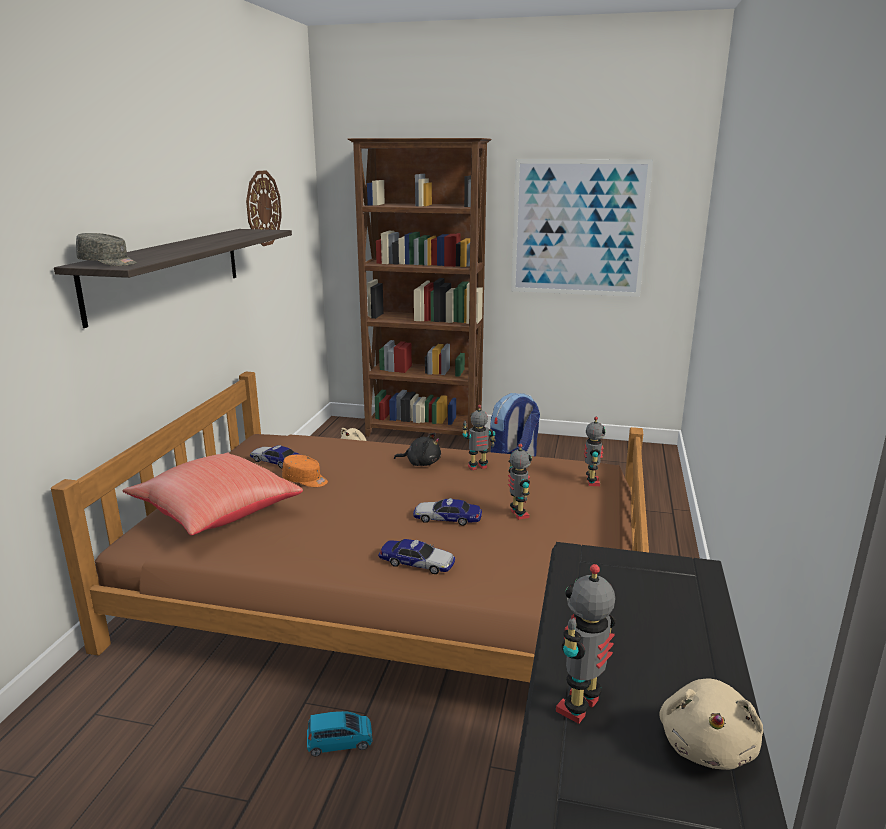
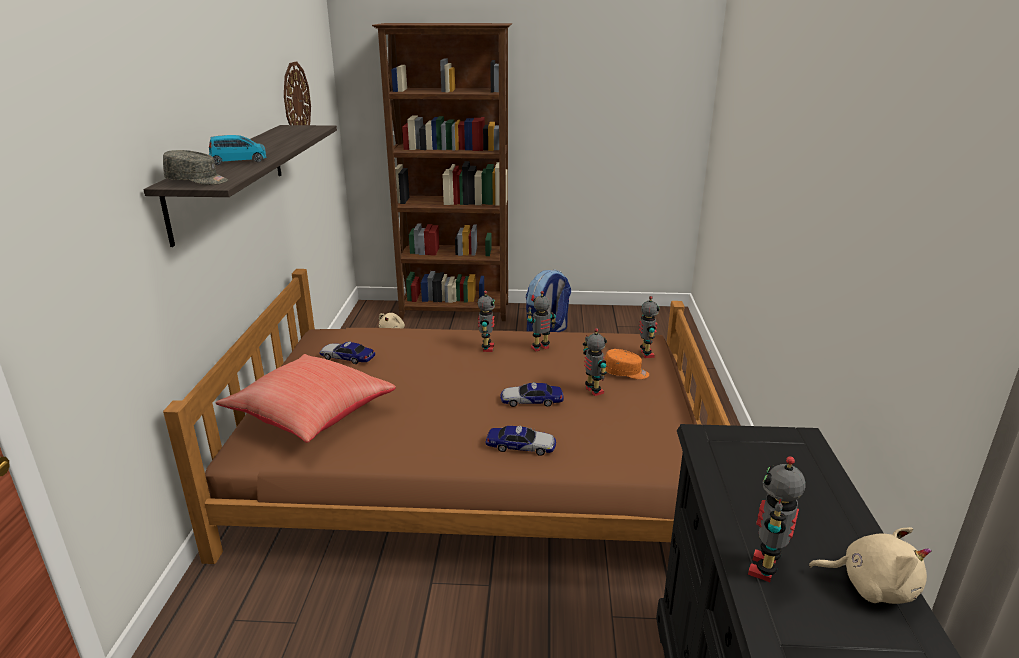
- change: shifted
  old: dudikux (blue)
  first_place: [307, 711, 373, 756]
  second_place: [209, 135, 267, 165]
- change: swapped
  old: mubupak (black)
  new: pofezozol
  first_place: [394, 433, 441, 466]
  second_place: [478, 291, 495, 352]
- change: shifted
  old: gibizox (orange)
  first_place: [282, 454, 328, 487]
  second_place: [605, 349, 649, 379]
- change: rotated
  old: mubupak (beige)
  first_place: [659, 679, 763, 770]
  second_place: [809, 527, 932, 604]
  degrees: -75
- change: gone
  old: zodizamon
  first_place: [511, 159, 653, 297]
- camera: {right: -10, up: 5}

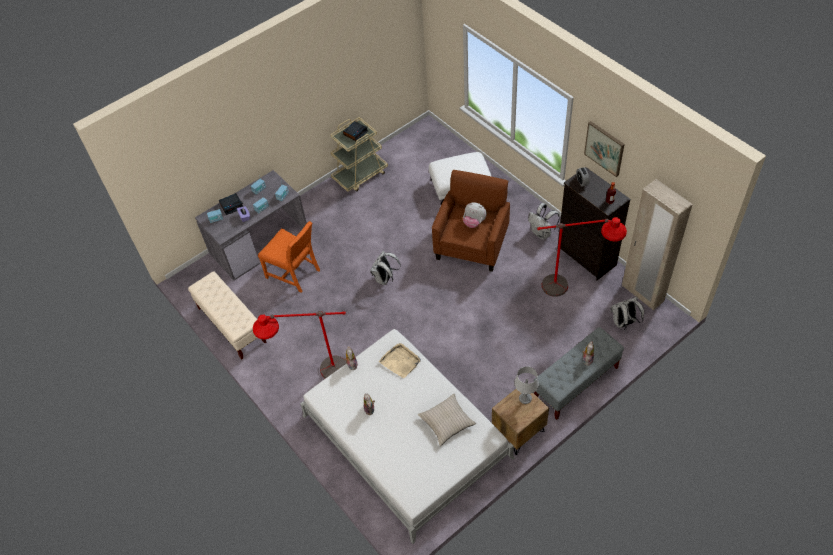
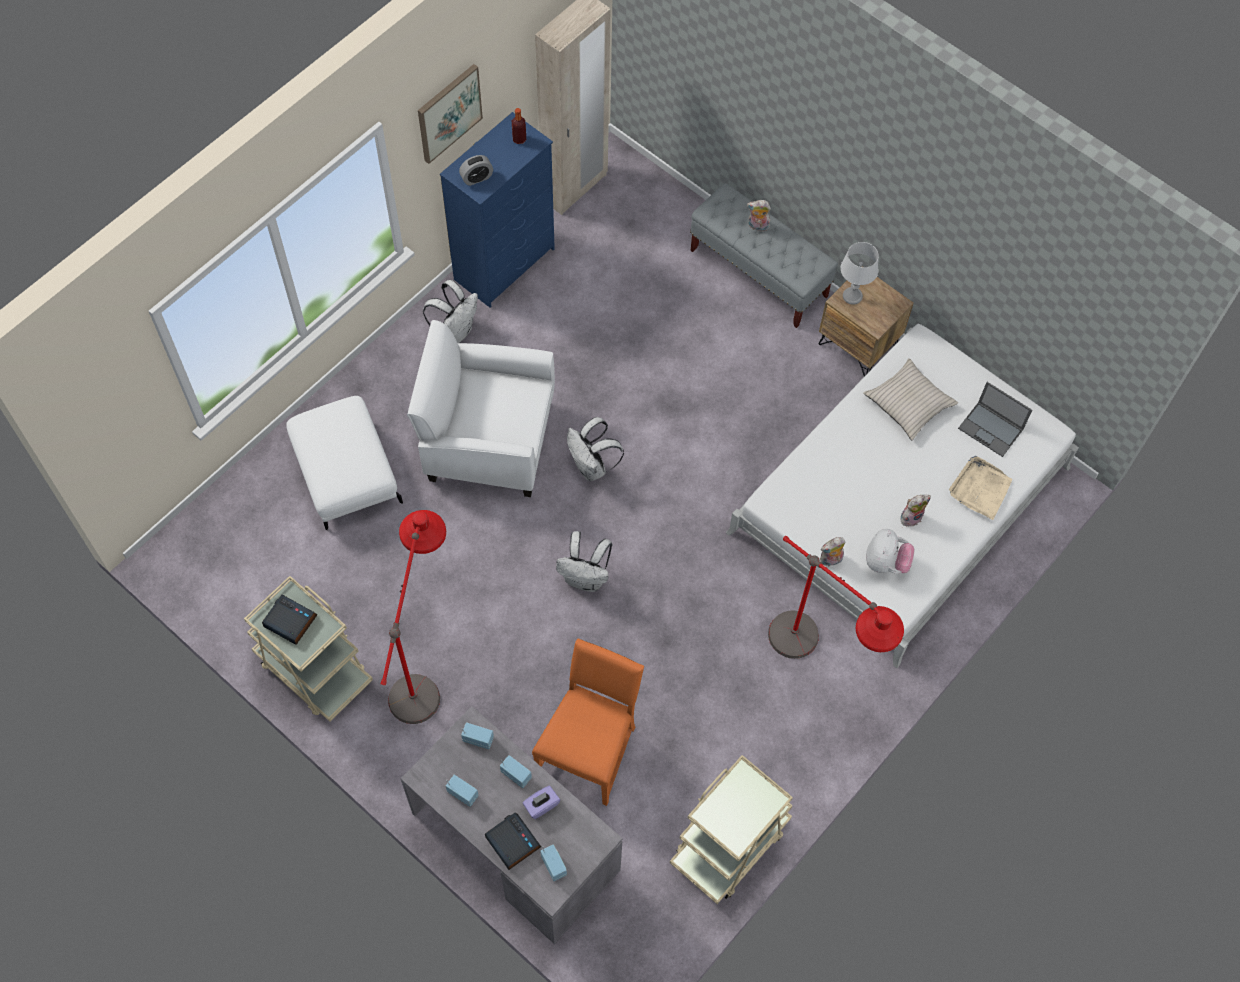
- change: shifted
  old: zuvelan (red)
  first_place: [537, 217, 627, 297]
  second_place: [381, 510, 446, 724]
- change: repainted
  old: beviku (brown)
  new: beviku (white)
  first_place: [432, 170, 510, 272]
  second_place: [407, 320, 555, 497]
- change: repainted
  old: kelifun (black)
  new: kelifun (blue)
  first_place: [557, 167, 631, 280]
  second_place: [440, 112, 555, 308]
- change: shifted
  old: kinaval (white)
  first_place: [611, 297, 644, 330]
  second_place: [567, 417, 624, 481]
- change: swapped
  old: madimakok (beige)
  new: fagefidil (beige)
  first_place: [188, 272, 267, 360]
  second_place: [670, 755, 793, 904]
- change: shifted
  old: mubupak
  first_place: [463, 202, 487, 228]
  second_place: [866, 529, 915, 574]
- change: shifted
  old: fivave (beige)
  first_place: [379, 343, 421, 378]
  second_place: [949, 456, 1012, 520]
- change: new
  new: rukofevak
  second_place: [958, 382, 1032, 457]
- camera: {right: -105, up: 10}

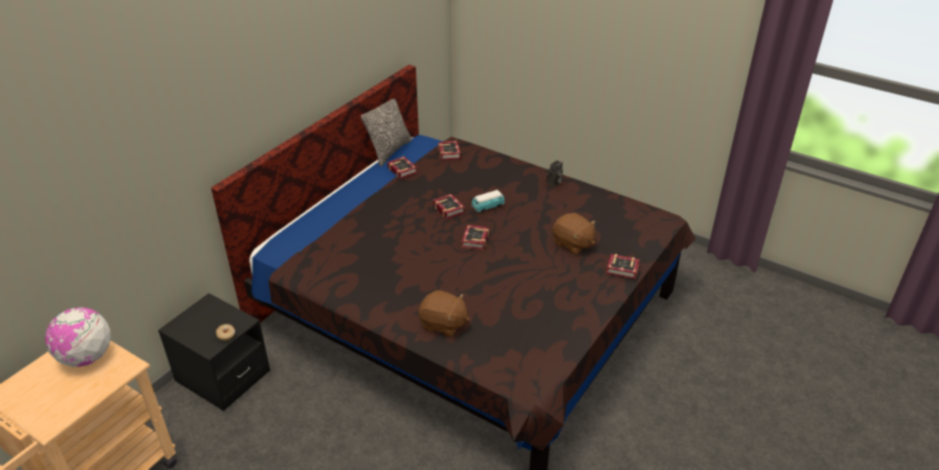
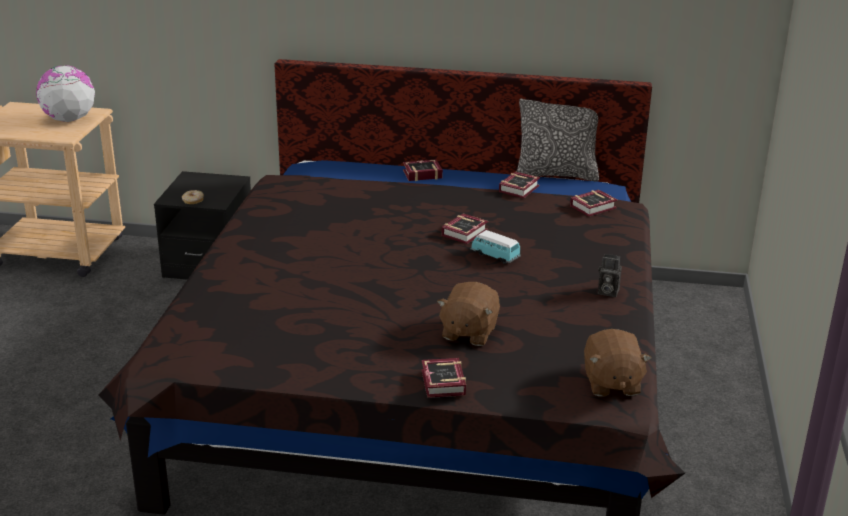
- change: shifted
  old: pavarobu
  first_place: [462, 225, 489, 250]
  second_place: [403, 160, 443, 181]
- change: shifted
  old: mubupak (brown)
  first_place: [419, 290, 470, 337]
  second_place: [584, 329, 651, 397]
- camera: {right: 65, up: -10}

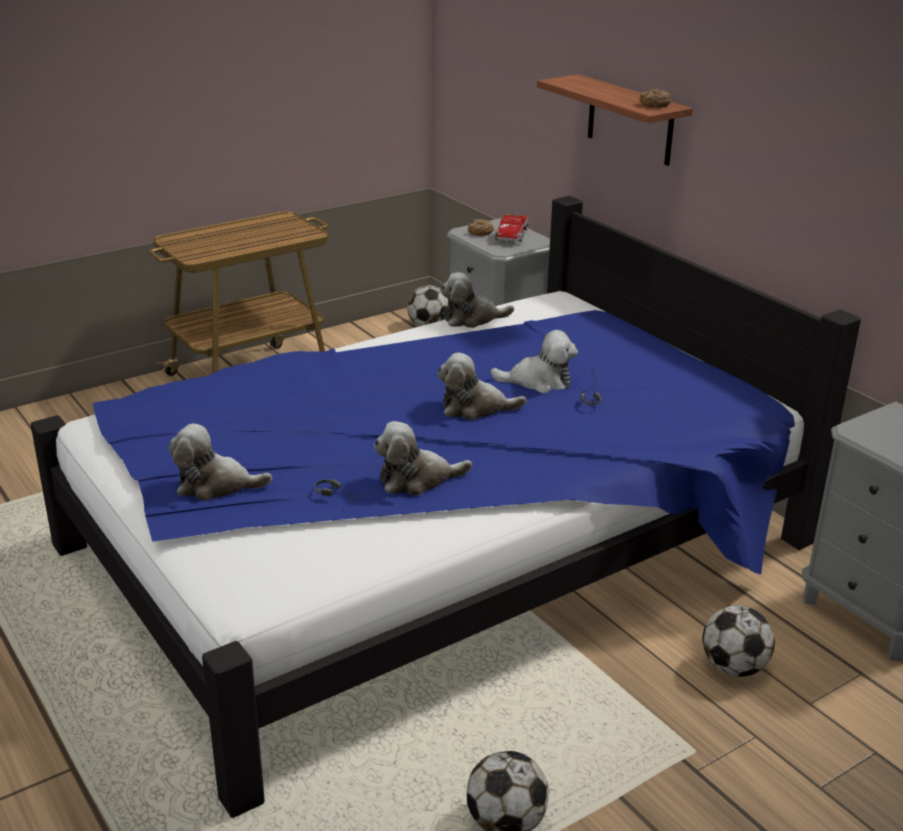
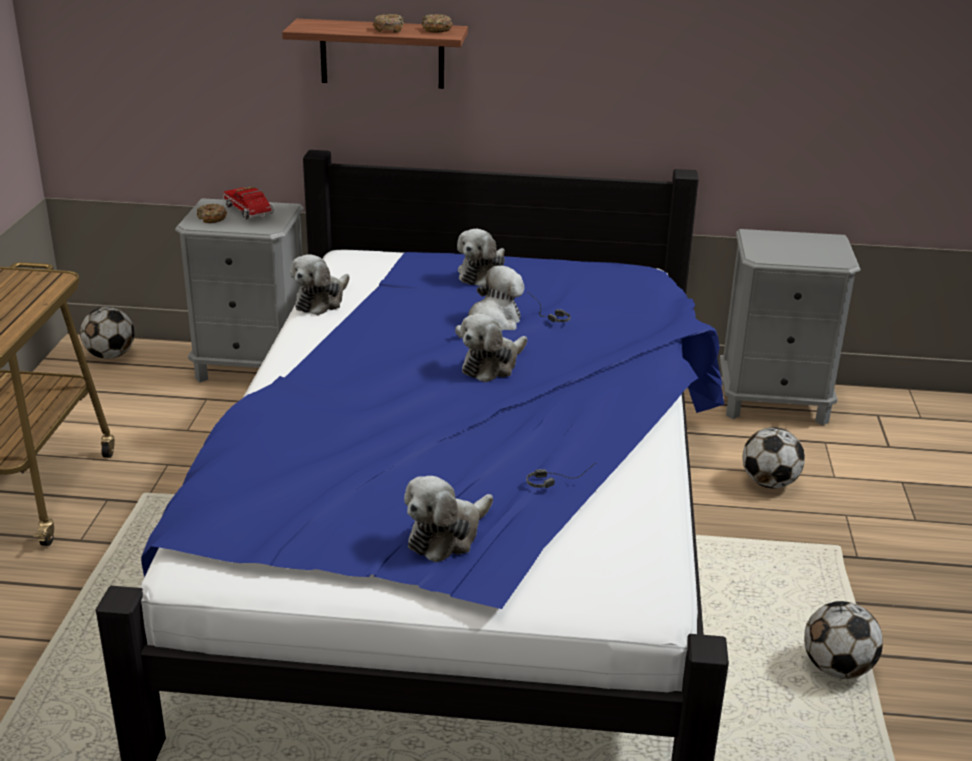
- change: new
  new: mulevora
  second_place: [373, 14, 404, 33]
- change: shifted
  old: mubupak
  first_place: [374, 421, 472, 495]
  second_place: [457, 229, 505, 287]
- camera: {right: -50, up: 0}

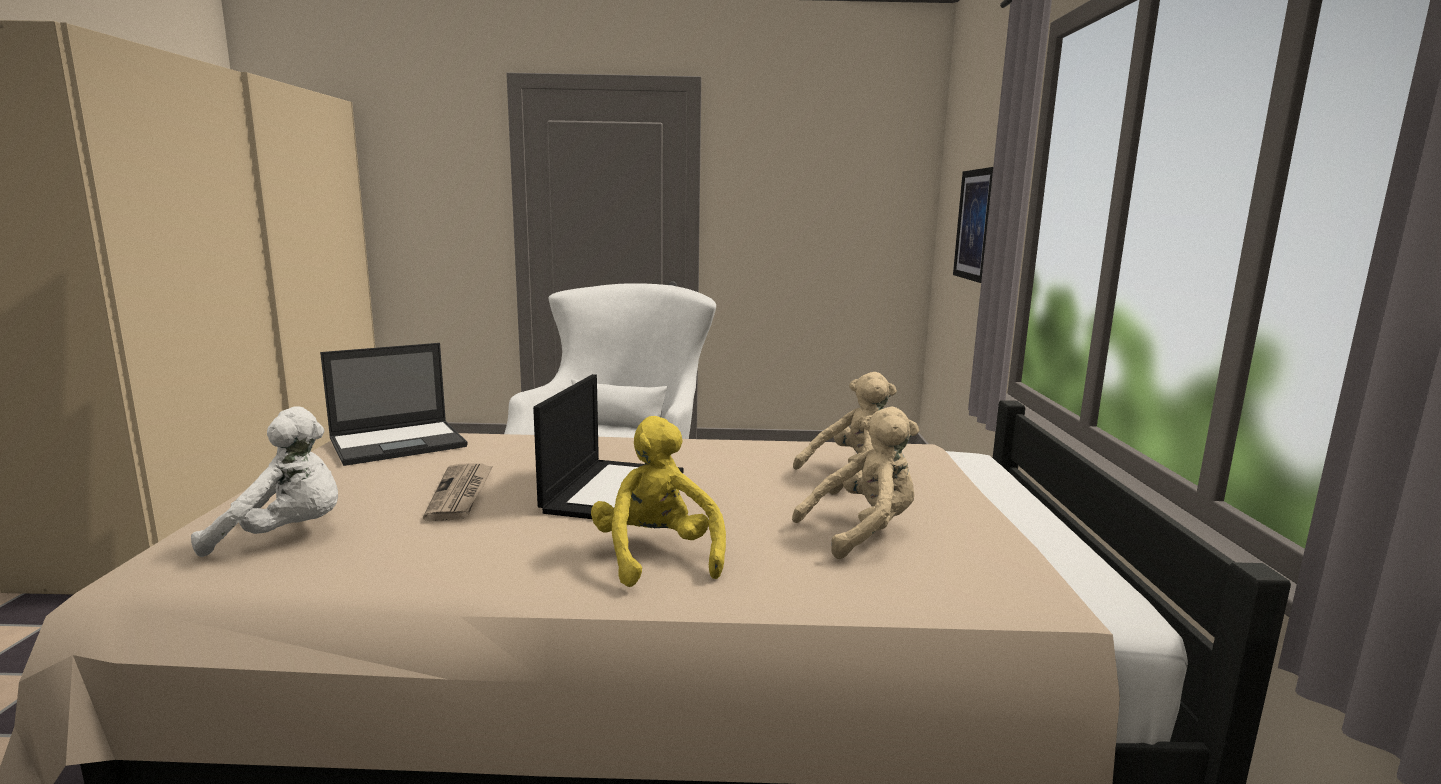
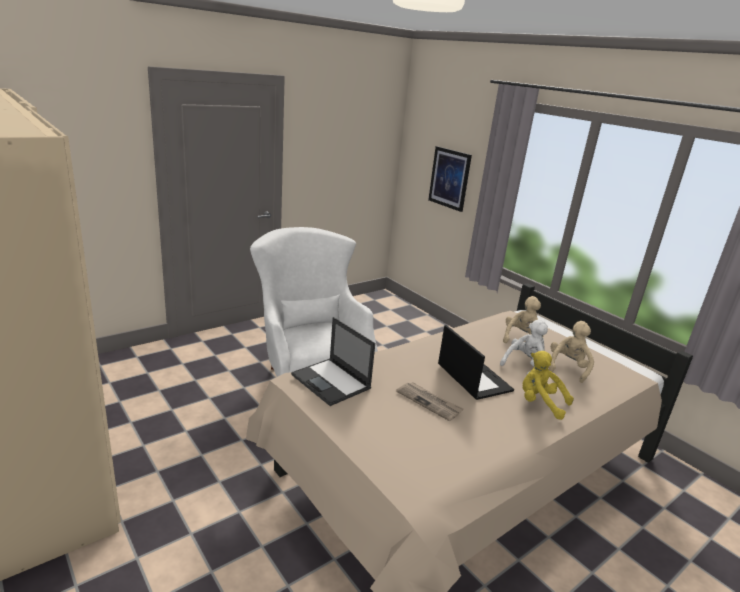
- change: rotated
  old: rukofevak
  first_place: [320, 343, 468, 466]
  second_place: [291, 317, 375, 406]
  degrees: 120
- change: shifted
  old: mubupak (white)
  first_place: [191, 406, 338, 557]
  second_place: [500, 319, 548, 376]
- camera: {right: -40, up: 10}

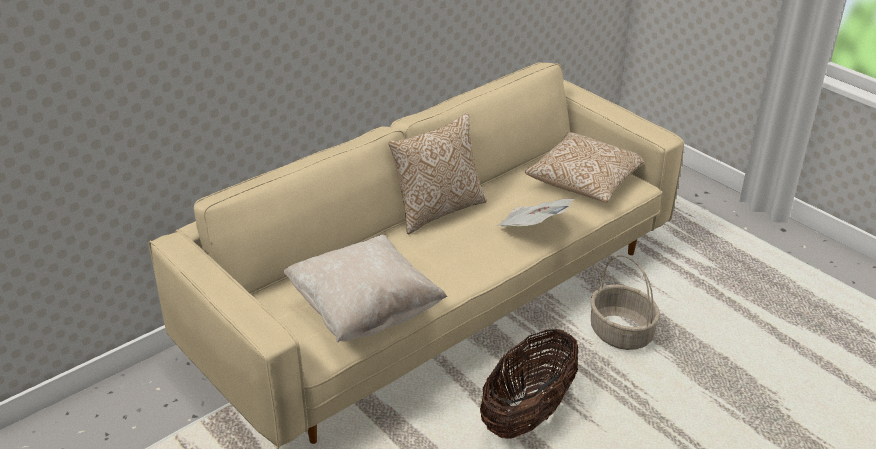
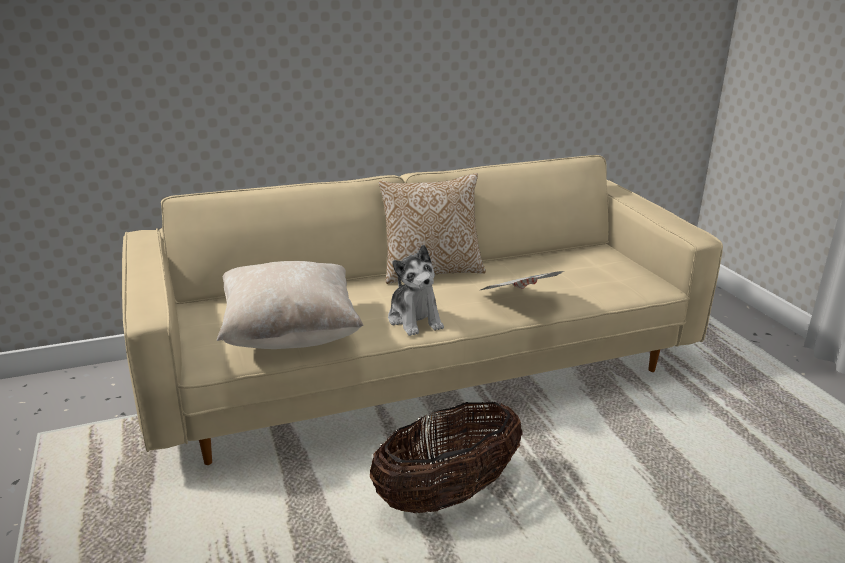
- change: new
  new: mubupak
  second_place: [388, 245, 444, 336]
- change: gone
  old: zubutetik
  first_place: [525, 132, 644, 202]
- change: gone
  old: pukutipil
  first_place: [590, 255, 660, 350]
- camera: {right: 20, up: -10}

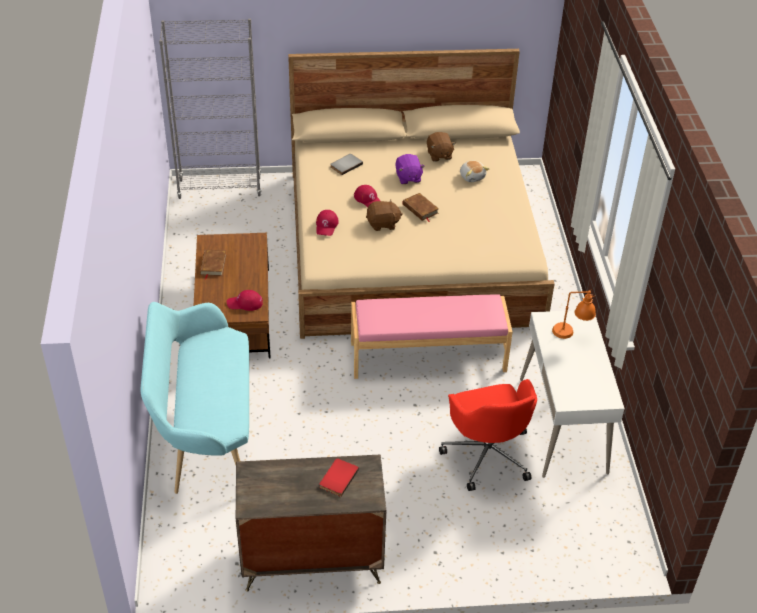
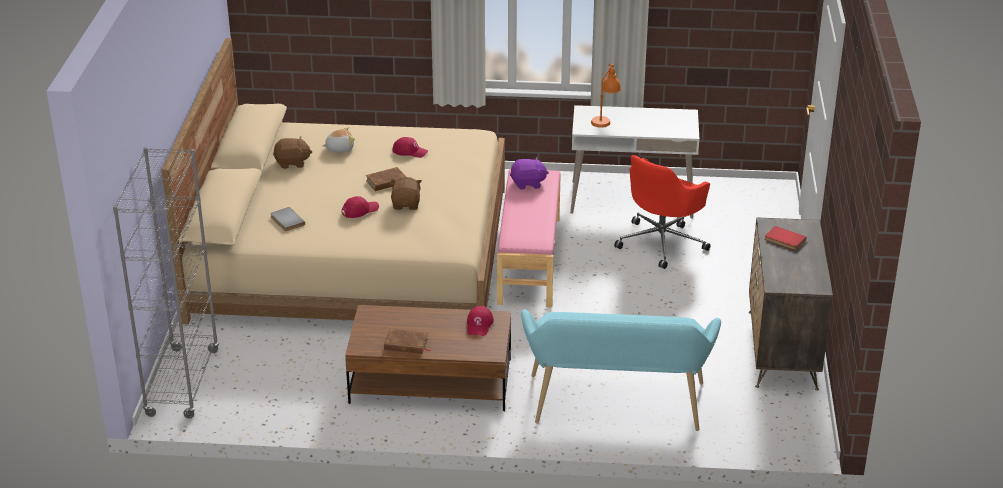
- change: shifted
  old: gibizox (red)
  first_place: [316, 210, 339, 236]
  second_place: [392, 137, 428, 158]
- change: shifted
  old: mubupak (purple)
  first_place: [395, 154, 425, 184]
  second_place: [510, 157, 549, 189]
- change: rotated
  old: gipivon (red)
  first_place: [439, 379, 537, 491]
  second_place: [614, 155, 711, 269]
  degrees: 135
- camera: {right: -80, up: -10}

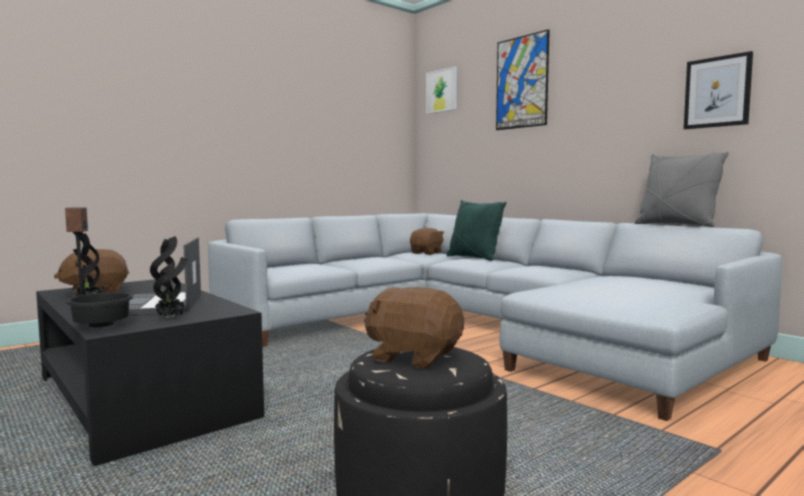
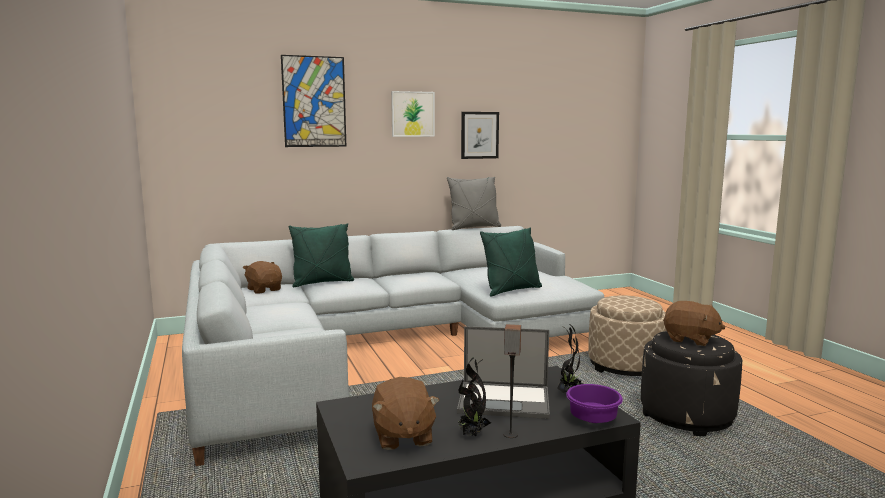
- change: shifted
  old: zodizamon
  first_place: [426, 66, 457, 114]
  second_place: [391, 91, 435, 137]
- change: new
  new: zubutetik (green)
  second_place: [480, 228, 542, 296]
- change: repainted
  old: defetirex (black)
  new: defetirex (purple)
  first_place: [66, 292, 133, 327]
  second_place: [566, 384, 623, 423]
- change: new
  new: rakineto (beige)
  second_place: [588, 295, 667, 376]
- change: rotated
  old: mubupak (brown)
  first_place: [364, 287, 464, 369]
  second_place: [663, 301, 726, 346]
  degrees: -105
- camera: {right: -70, up: 5}

